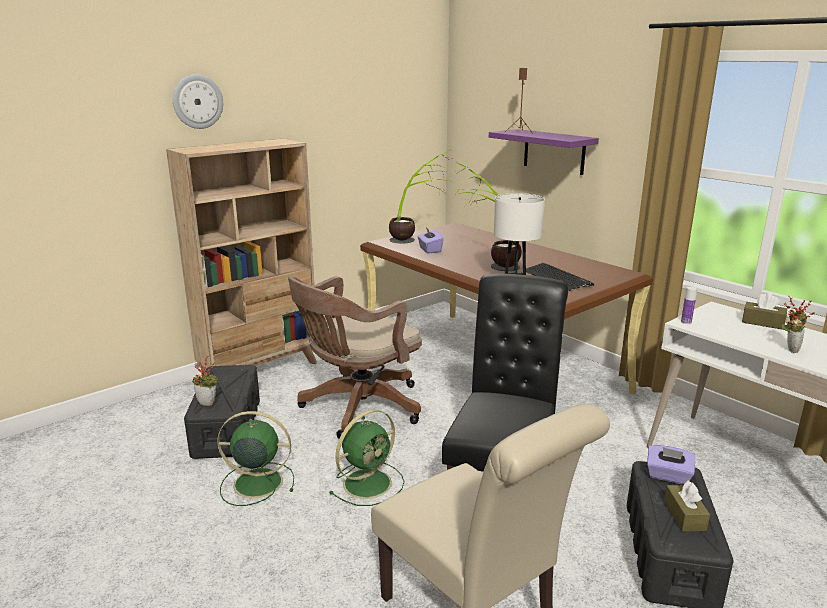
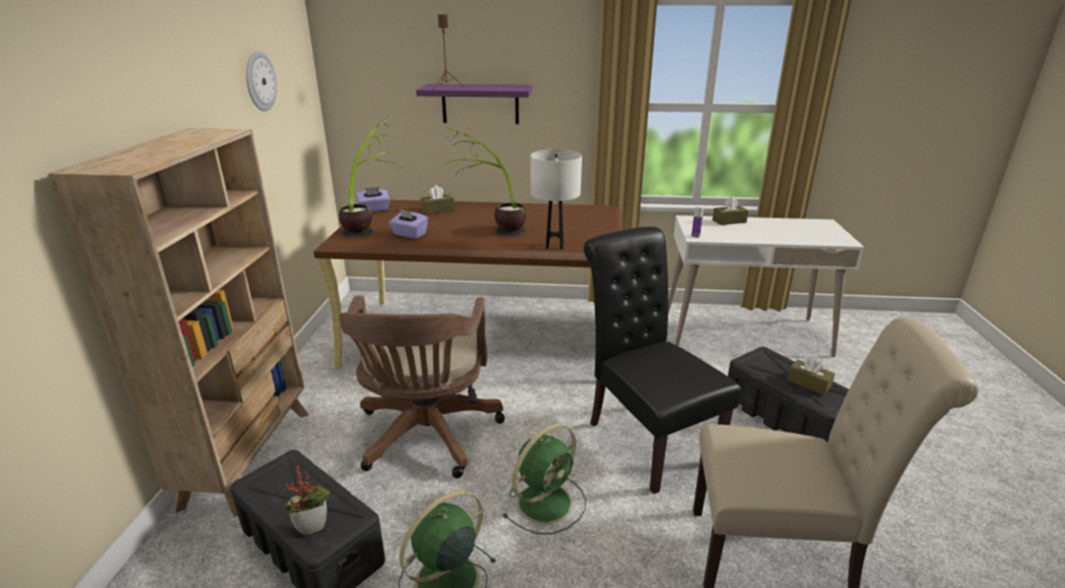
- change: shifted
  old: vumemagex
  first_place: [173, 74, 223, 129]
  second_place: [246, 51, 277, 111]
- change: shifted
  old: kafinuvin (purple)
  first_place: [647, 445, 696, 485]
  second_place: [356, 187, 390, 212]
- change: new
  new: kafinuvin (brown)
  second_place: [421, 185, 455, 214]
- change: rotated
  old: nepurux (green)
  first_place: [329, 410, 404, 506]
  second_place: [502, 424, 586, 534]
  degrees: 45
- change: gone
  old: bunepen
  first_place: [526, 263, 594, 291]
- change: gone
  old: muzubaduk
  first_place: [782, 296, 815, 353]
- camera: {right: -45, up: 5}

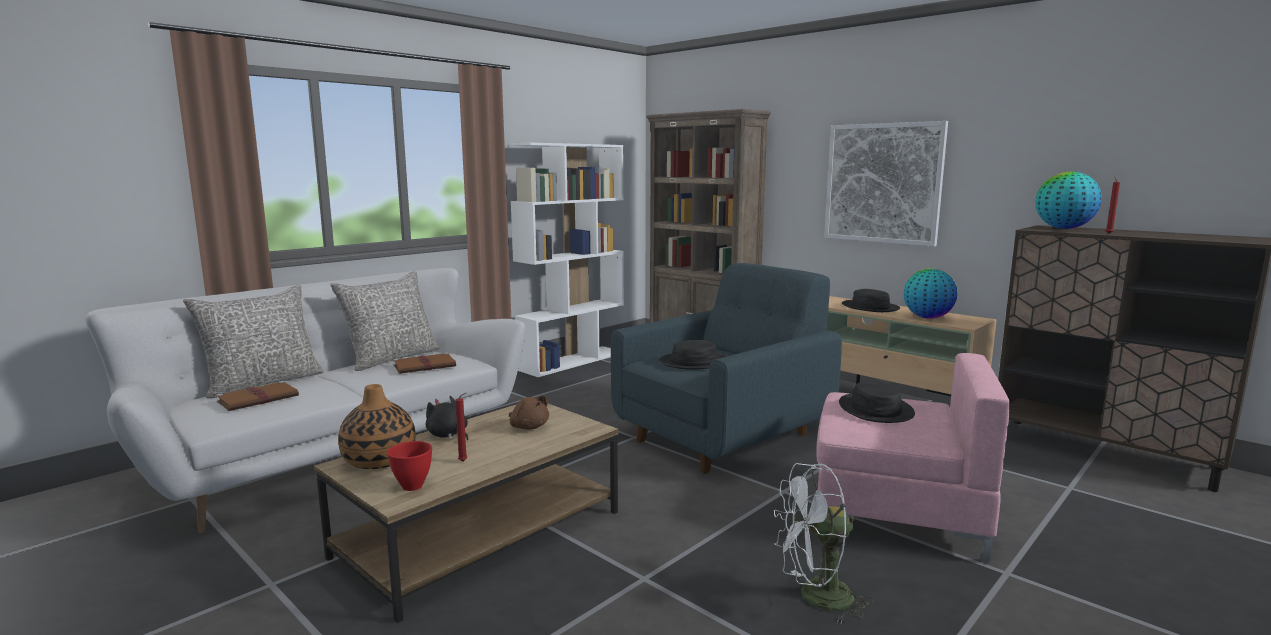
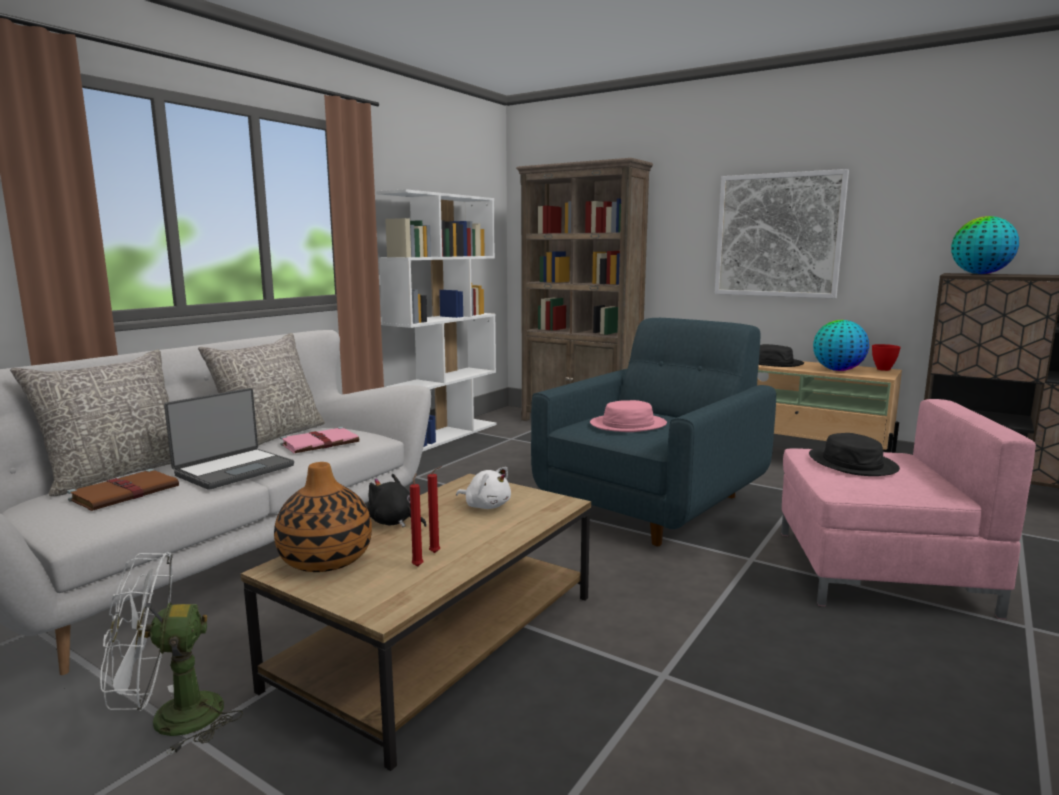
- change: shifted
  old: nepurux (white)
  first_place: [774, 463, 873, 625]
  second_place: [100, 552, 243, 755]
- change: new
  new: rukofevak
  second_place: [164, 388, 294, 490]
- change: repainted
  old: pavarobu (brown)
  new: pavarobu (pink)
  first_place: [393, 353, 456, 374]
  second_place: [280, 427, 359, 454]
- change: shifted
  old: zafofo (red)
  first_place: [1105, 176, 1120, 234]
  second_place: [410, 473, 423, 567]
- change: repainted
  old: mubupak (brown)
  new: mubupak (white)
  first_place: [509, 395, 549, 430]
  second_place: [456, 467, 511, 509]
- change: repainted
  old: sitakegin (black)
  new: sitakegin (pink)
  first_place: [659, 340, 726, 370]
  second_place: [590, 400, 667, 432]
- change: shifted
  old: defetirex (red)
  first_place: [387, 441, 432, 491]
  second_place: [872, 344, 901, 371]
- camera: {right: -10, up: 0}

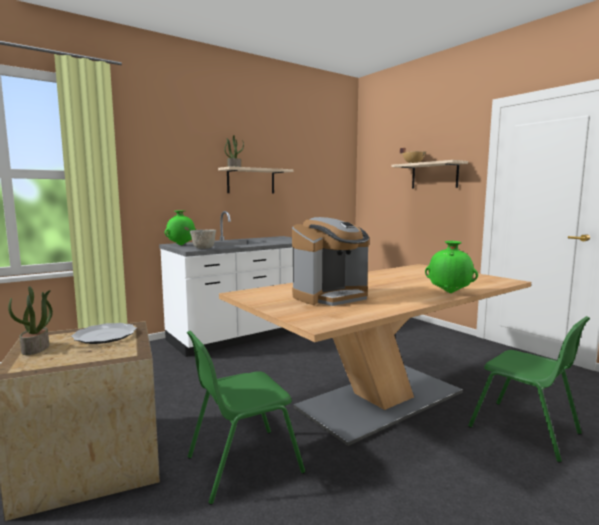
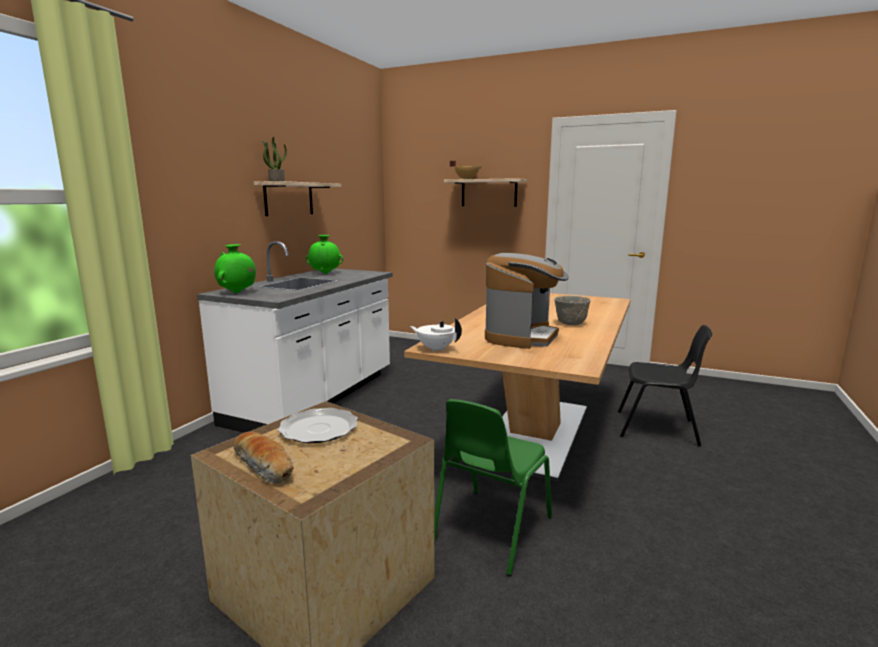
- change: swapped
  old: muzubaduk
  new: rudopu
  first_place: [8, 286, 53, 355]
  second_place: [234, 431, 293, 484]
- change: shifted
  old: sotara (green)
  first_place: [425, 241, 478, 293]
  second_place: [306, 235, 343, 274]
- change: new
  new: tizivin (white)
  second_place: [410, 318, 462, 352]
- change: shifted
  old: defetirex (grey)
  first_place: [190, 229, 216, 249]
  second_place: [554, 296, 591, 325]
- change: repainted
  old: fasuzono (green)
  new: fasuzono (black)
  first_place: [468, 316, 590, 463]
  second_place: [618, 325, 712, 446]
- camera: {right: -30, up: 5}

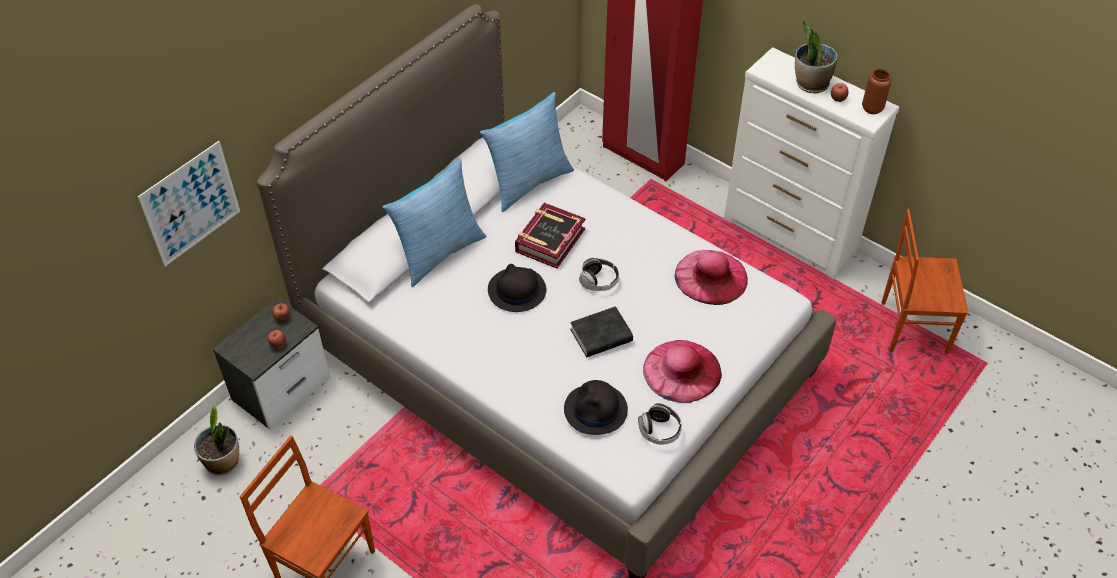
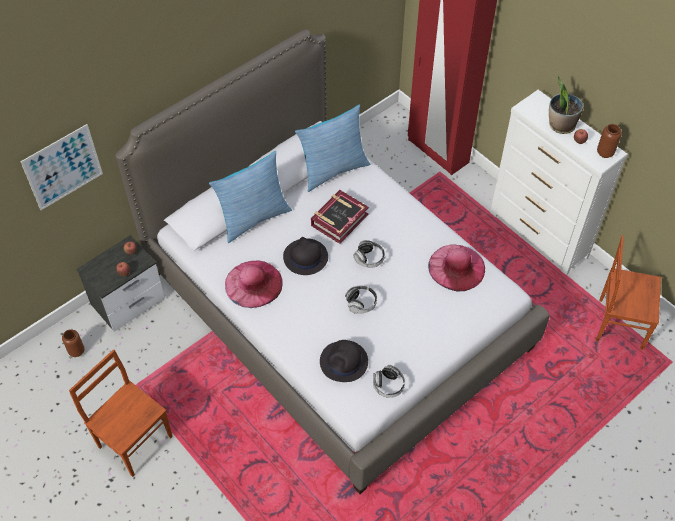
- change: swapped
  old: muzubaduk
  new: sotara (brown)
  first_place: [194, 403, 239, 475]
  second_place: [62, 329, 85, 357]
- change: shifted
  old: sitakegin (pink)
  first_place: [643, 340, 722, 403]
  second_place: [225, 260, 283, 308]
- change: swapped
  old: pavarobu (black)
  new: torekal
  first_place: [570, 306, 633, 357]
  second_place: [345, 286, 377, 314]
- camera: {right: 10, up: 5}

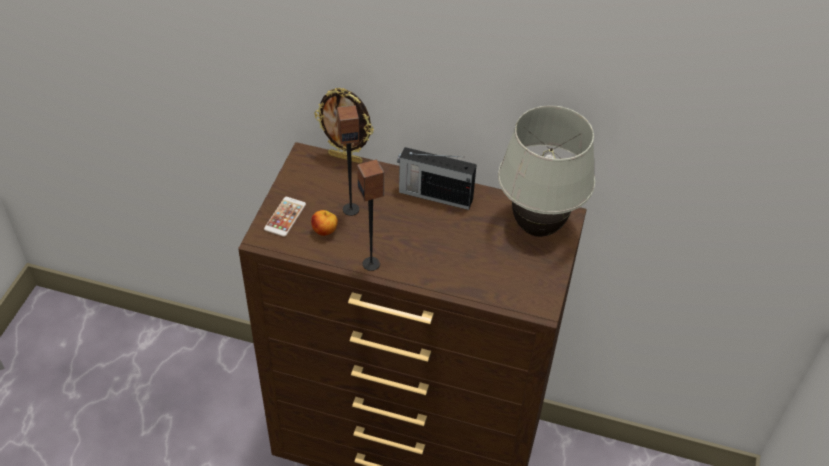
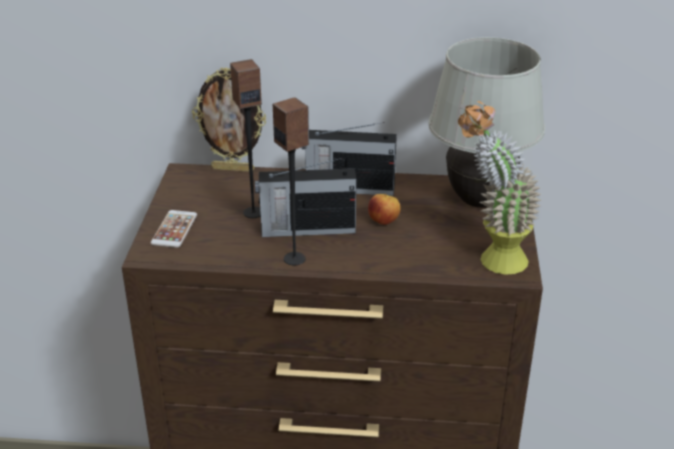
- change: new
  new: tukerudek
  second_place: [255, 158, 356, 237]
- change: shifted
  old: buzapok
  first_place: [311, 210, 338, 236]
  second_place: [368, 194, 401, 225]
- change: new
  new: muzubaduk
  second_place: [458, 101, 541, 275]
- camera: {right: -10, up: -15}

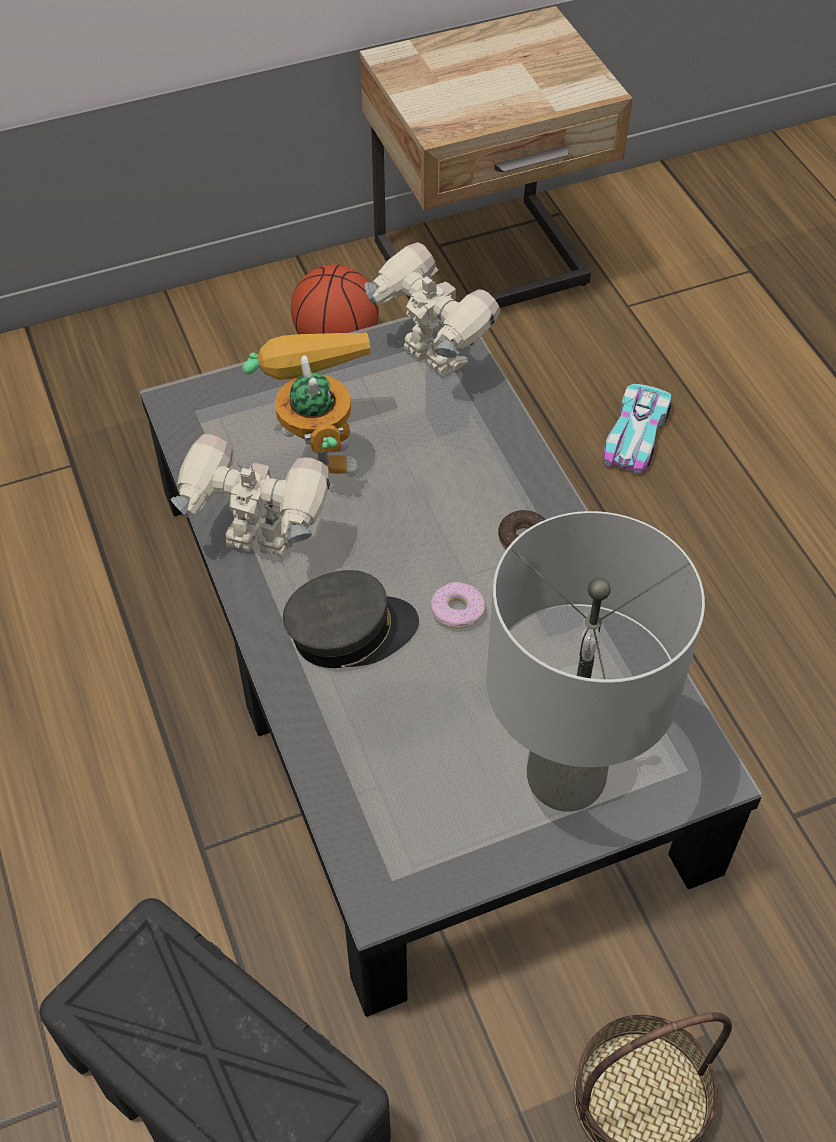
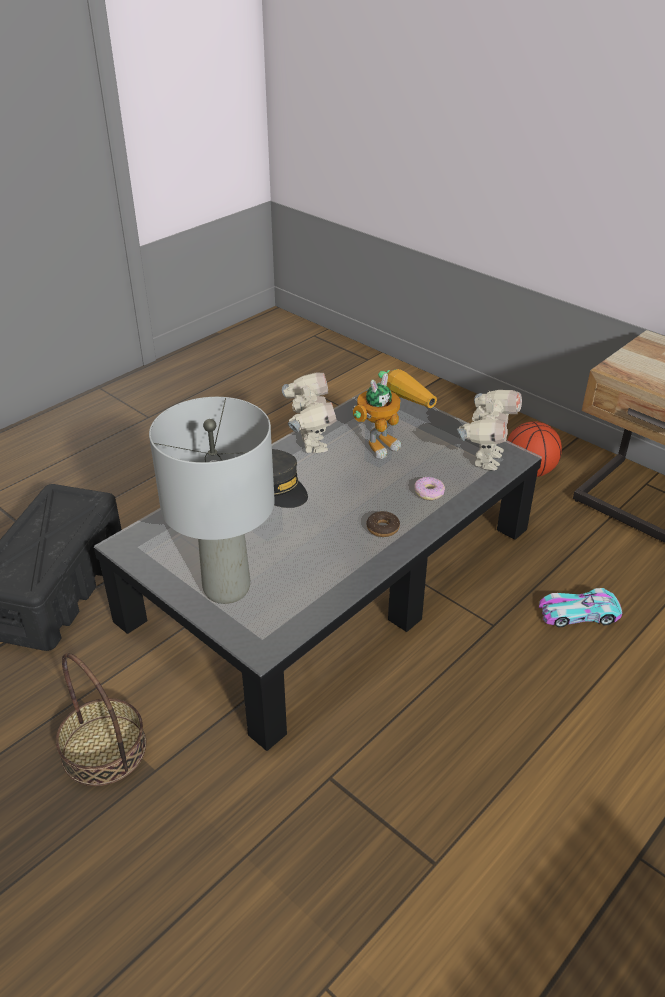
- change: shifted
  old: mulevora
  first_place: [431, 582, 486, 629]
  second_place: [414, 477, 445, 500]
- camera: {right: 65, up: -15}

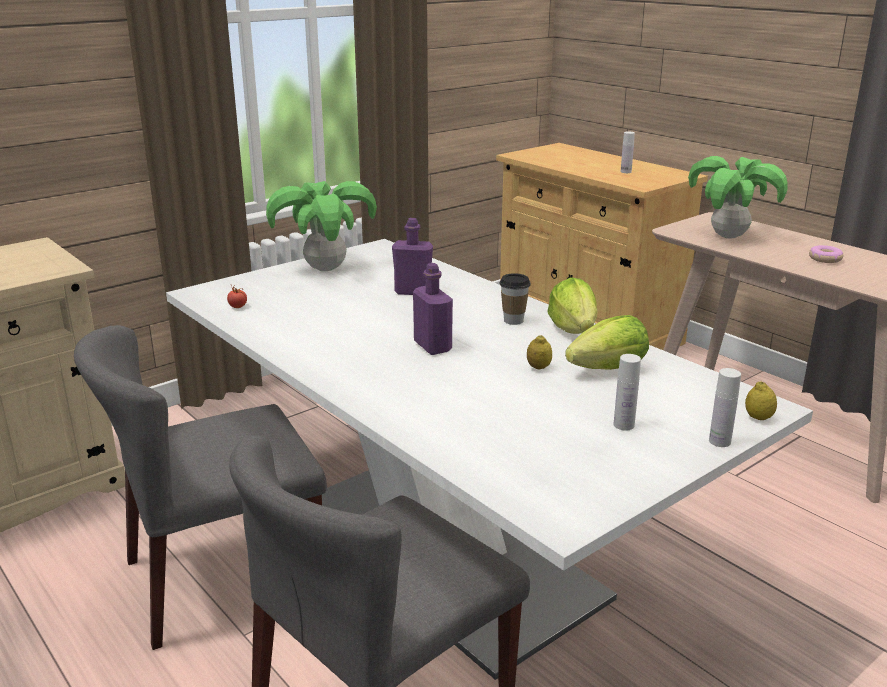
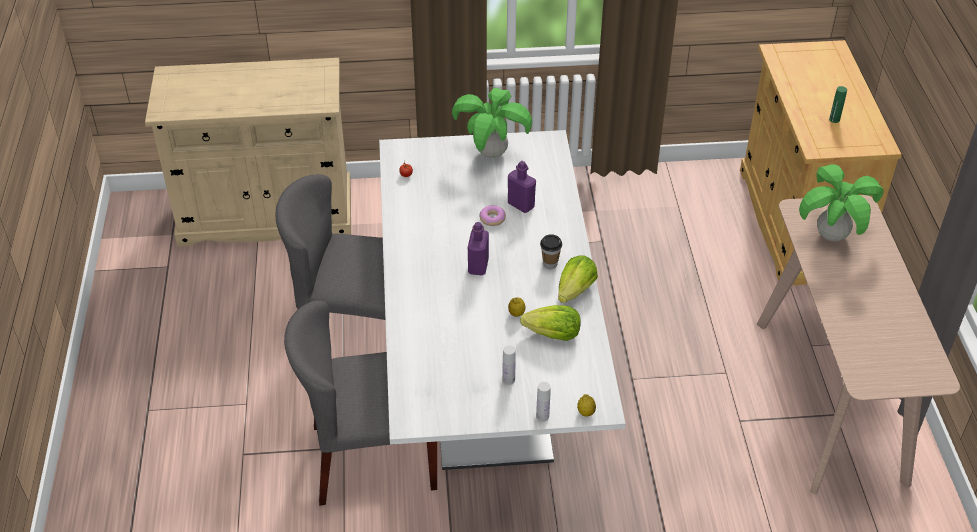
- change: shifted
  old: mulevora
  first_place: [809, 245, 843, 263]
  second_place: [480, 205, 506, 226]
- change: repainted
  old: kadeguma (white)
  new: kadeguma (green)
  first_place: [621, 131, 635, 173]
  second_place: [829, 86, 847, 123]
- camera: {right: 35, up: 20}

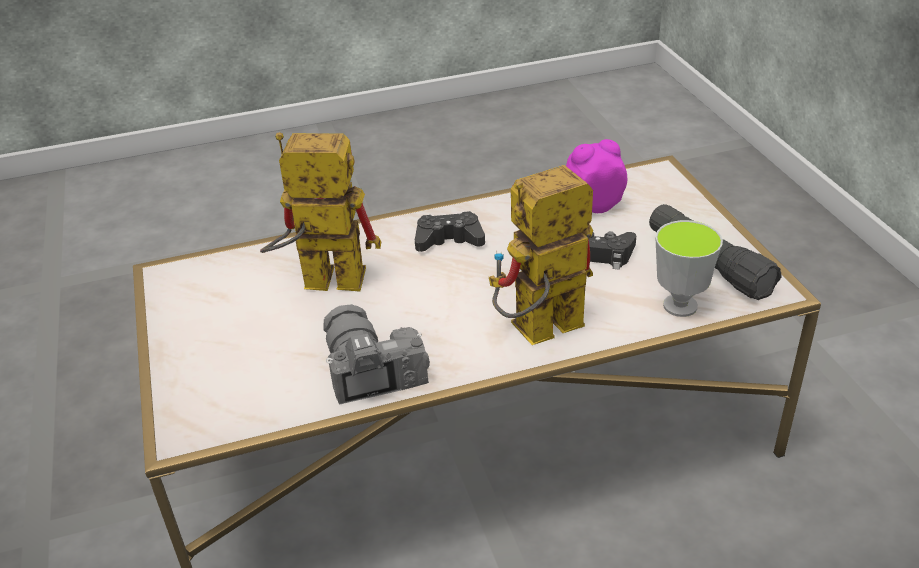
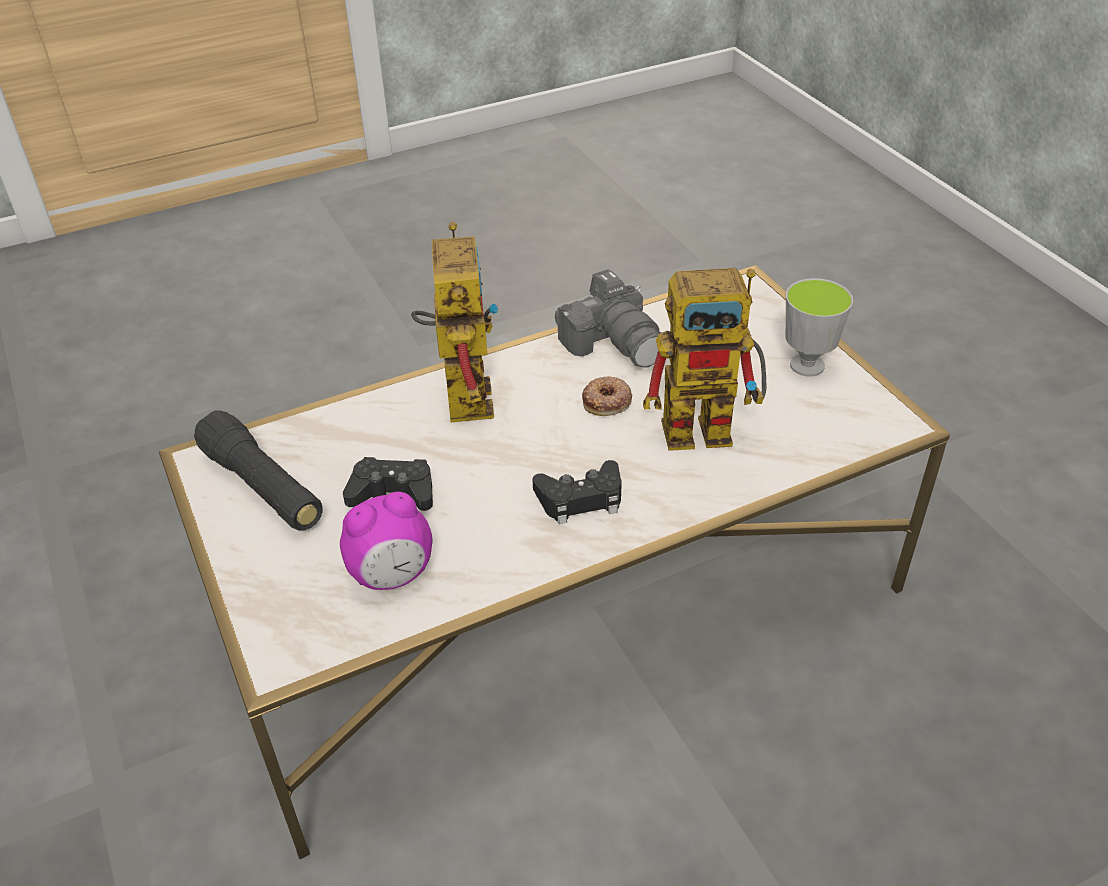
- change: rotated
  old: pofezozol
  first_place: [489, 165, 593, 345]
  second_place: [411, 222, 498, 422]
  degrees: -60
- change: new
  new: mulevora
  second_place: [582, 376, 632, 416]
- change: shifted
  old: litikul
  first_place: [655, 220, 723, 317]
  second_place: [785, 278, 853, 377]
- camera: {right: 170, up: 5}

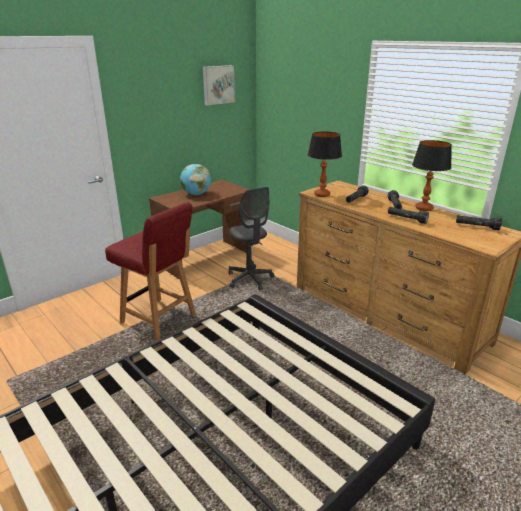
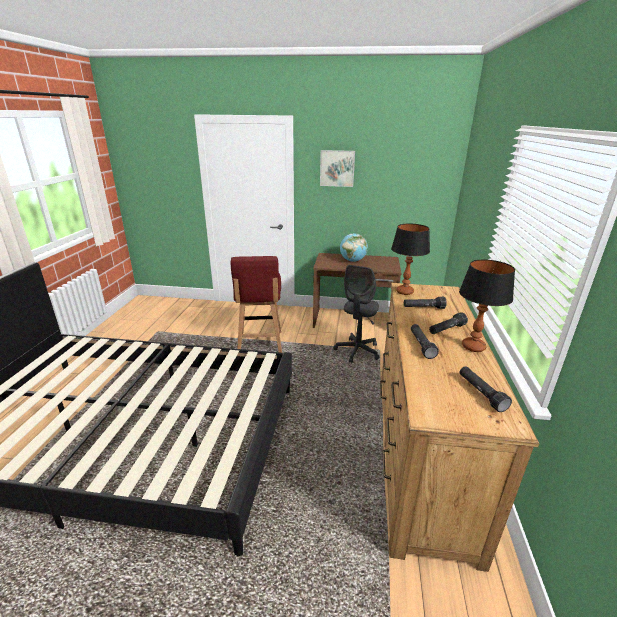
- change: shifted
  old: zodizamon
  first_place: [203, 65, 235, 105]
  second_place: [320, 150, 355, 187]
- camera: {right: 50, up: 0}

